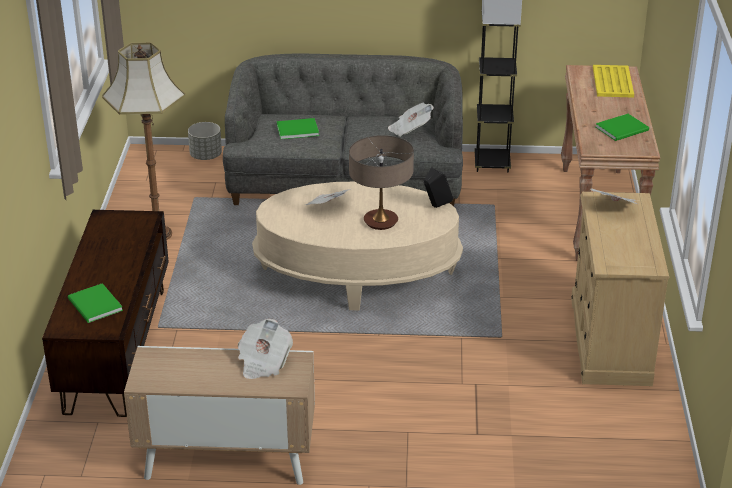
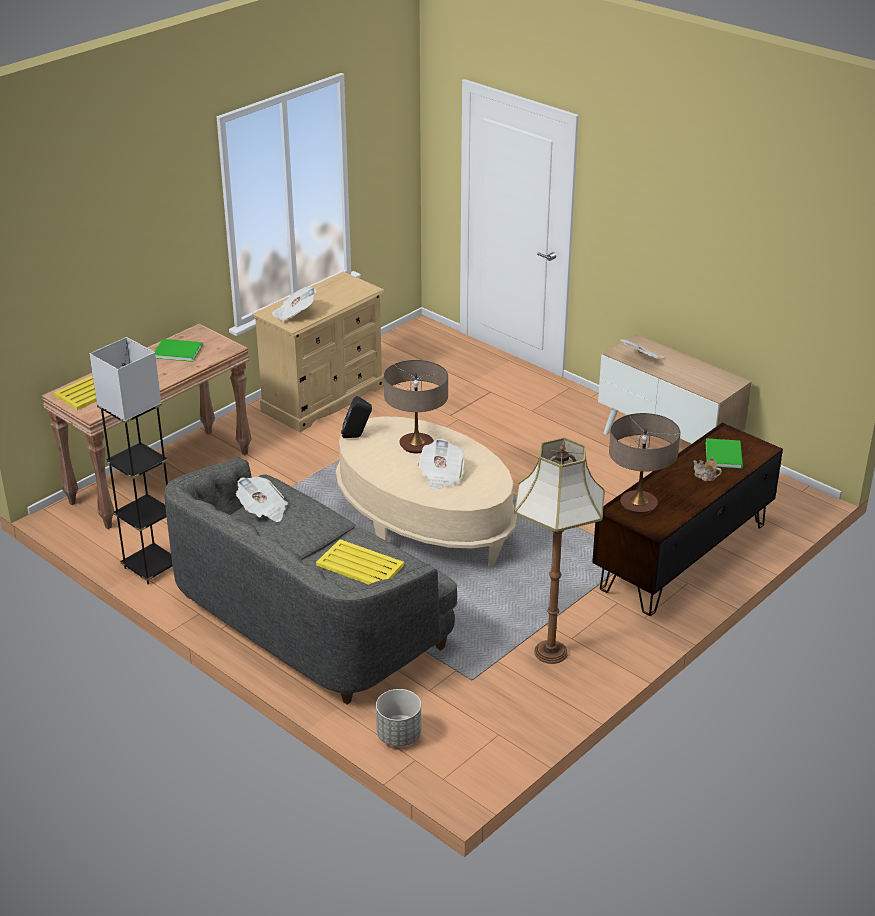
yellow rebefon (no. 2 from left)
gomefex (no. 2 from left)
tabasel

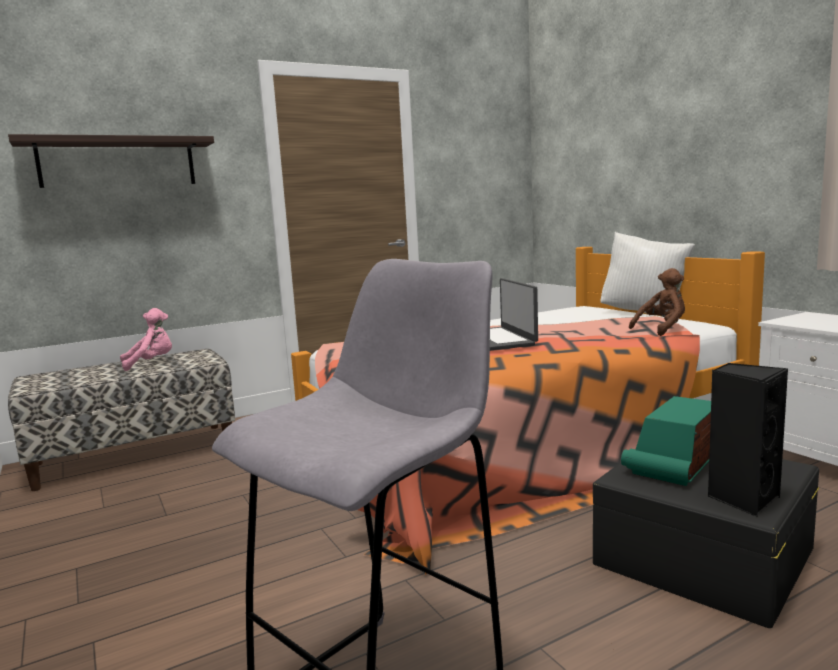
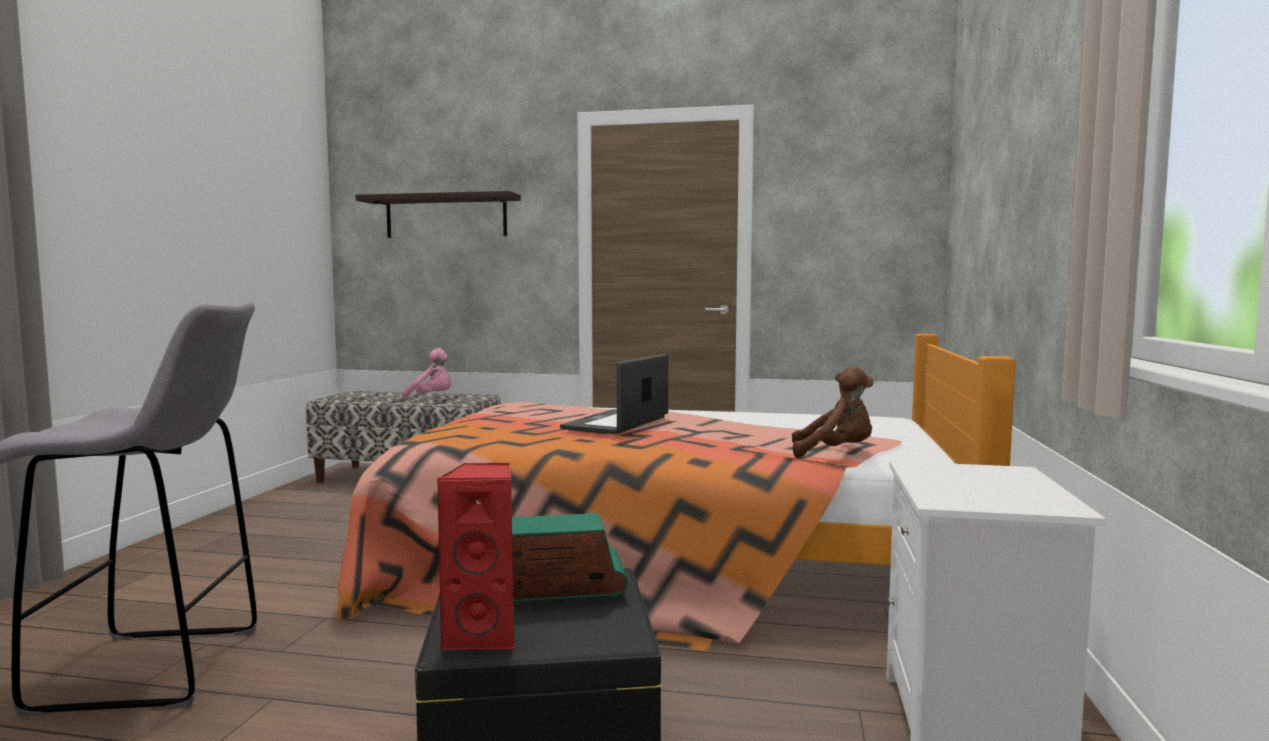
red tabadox
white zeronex

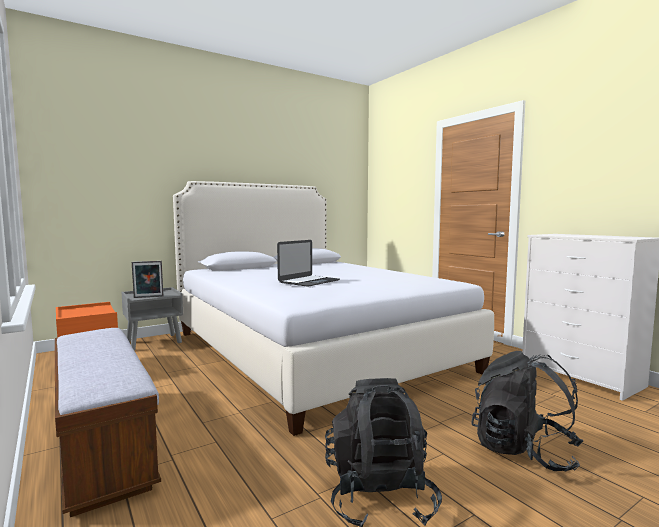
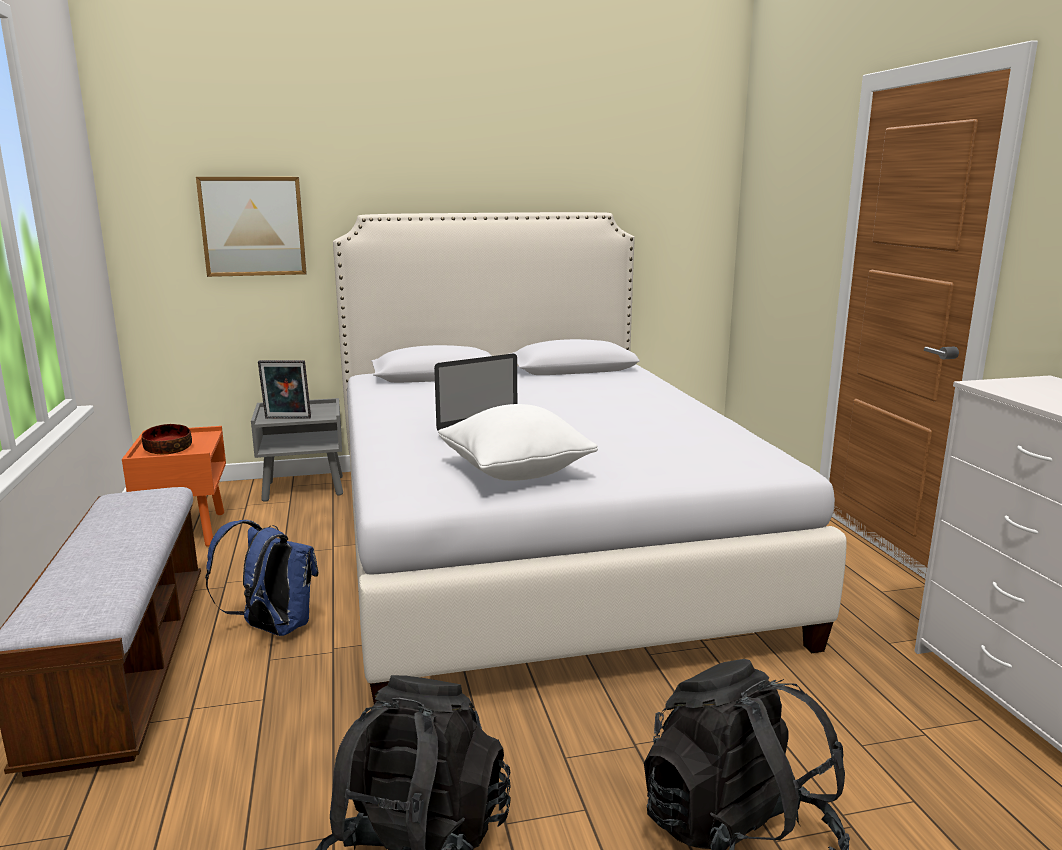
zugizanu
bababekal
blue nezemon
white zeronex

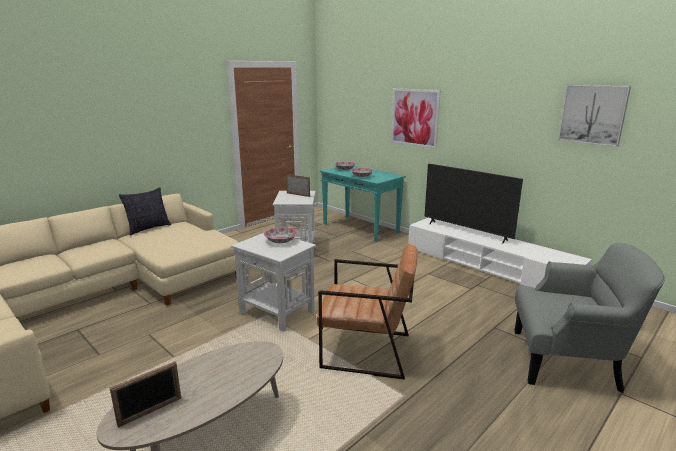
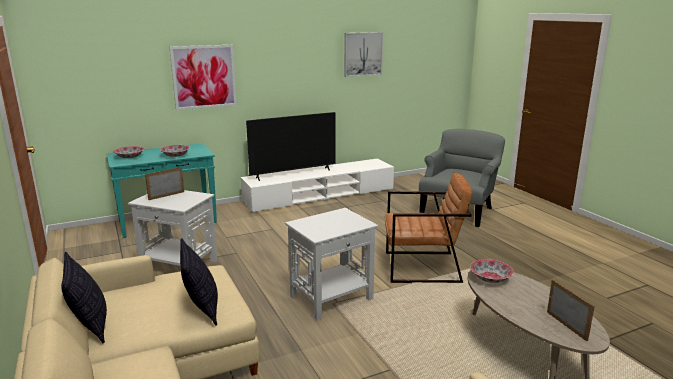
zeronex (no. 2 from left)
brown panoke
zugizanu (no. 3 from left)

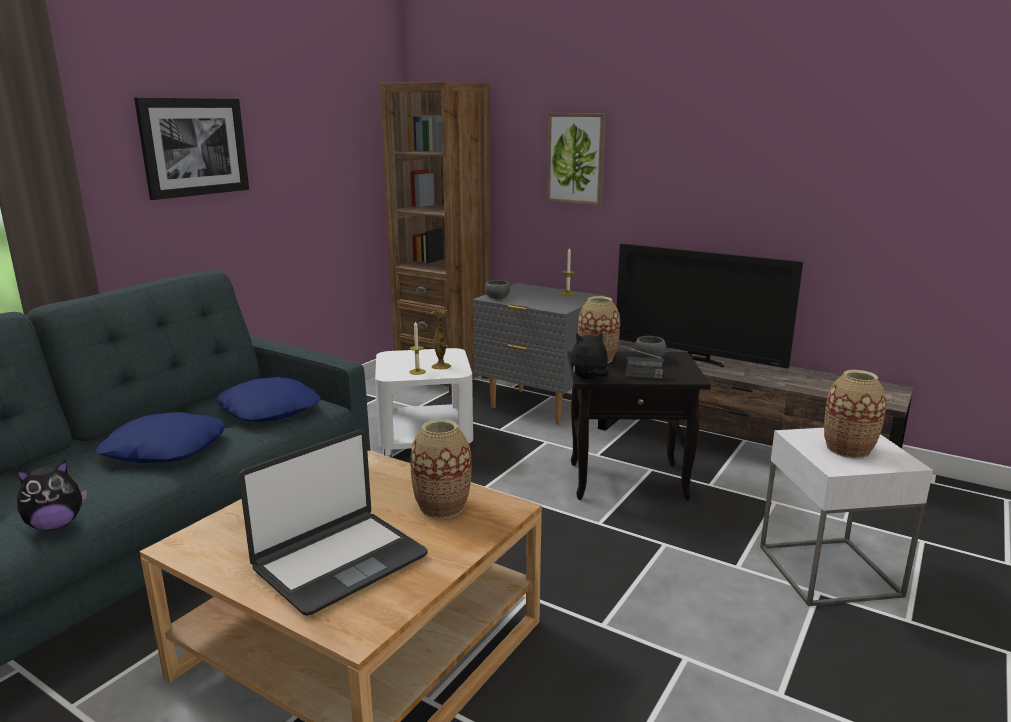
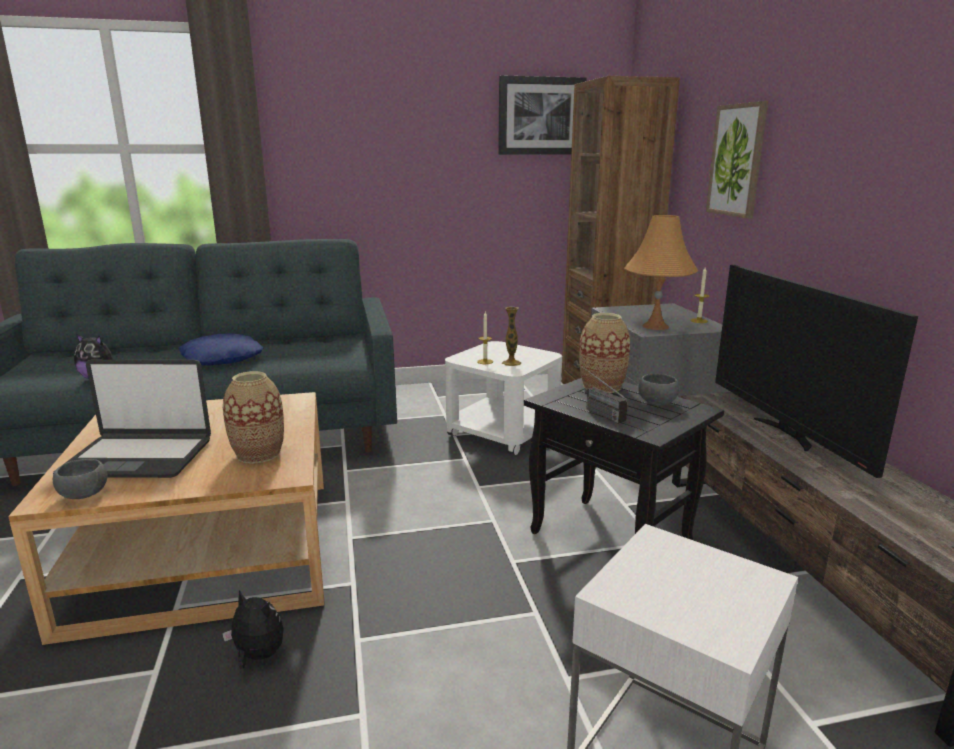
grey zugizanu (no. 1 from left)
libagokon (no. 2 from left)
bababekal (no. 1 from left)
orange gomefex
blue zeronex (no. 2 from left in the first image)
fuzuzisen (no. 4 from left in the first image)

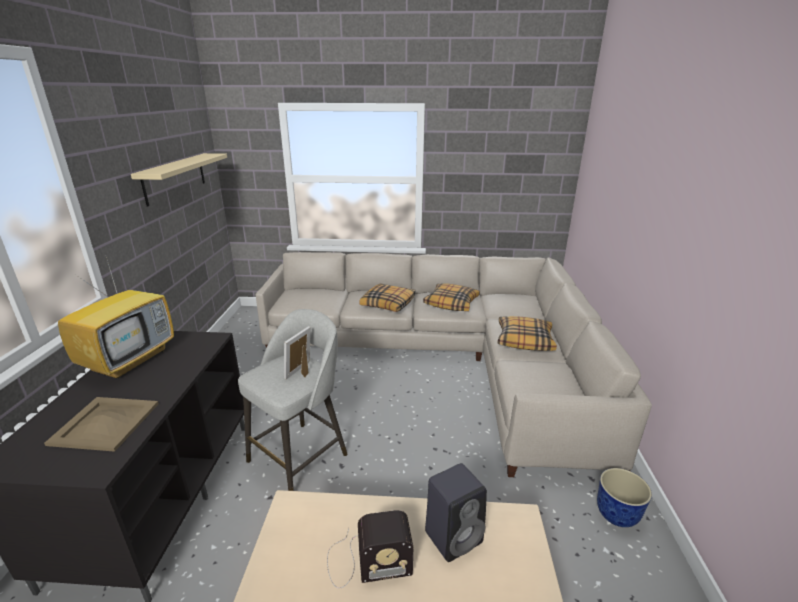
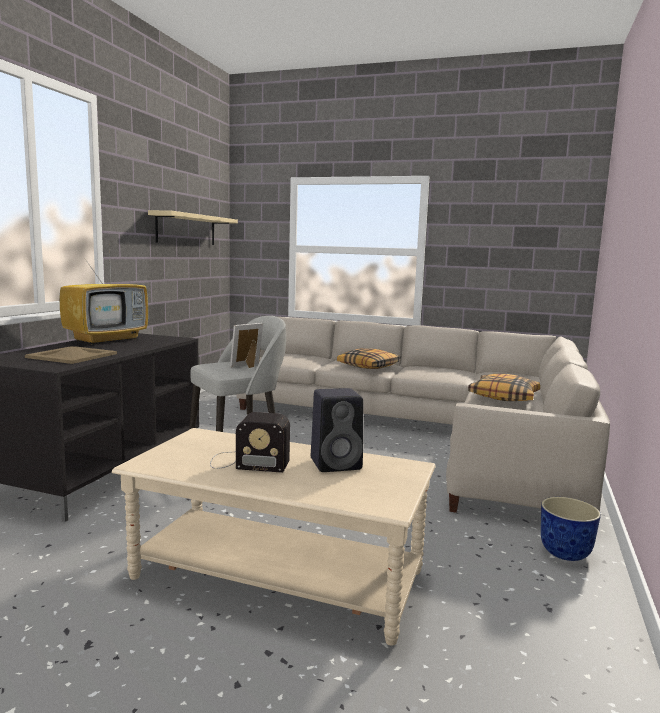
zeronex (no. 2 from left in the first image)

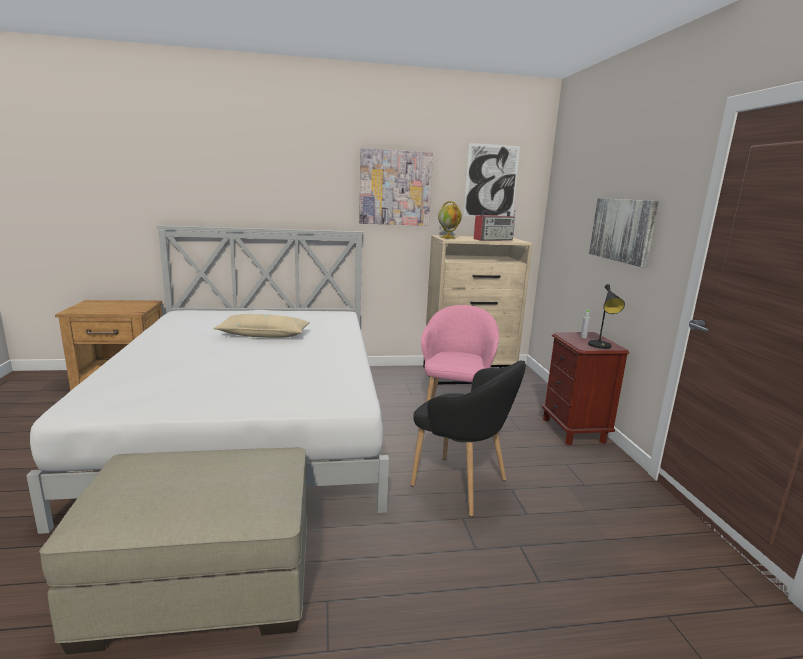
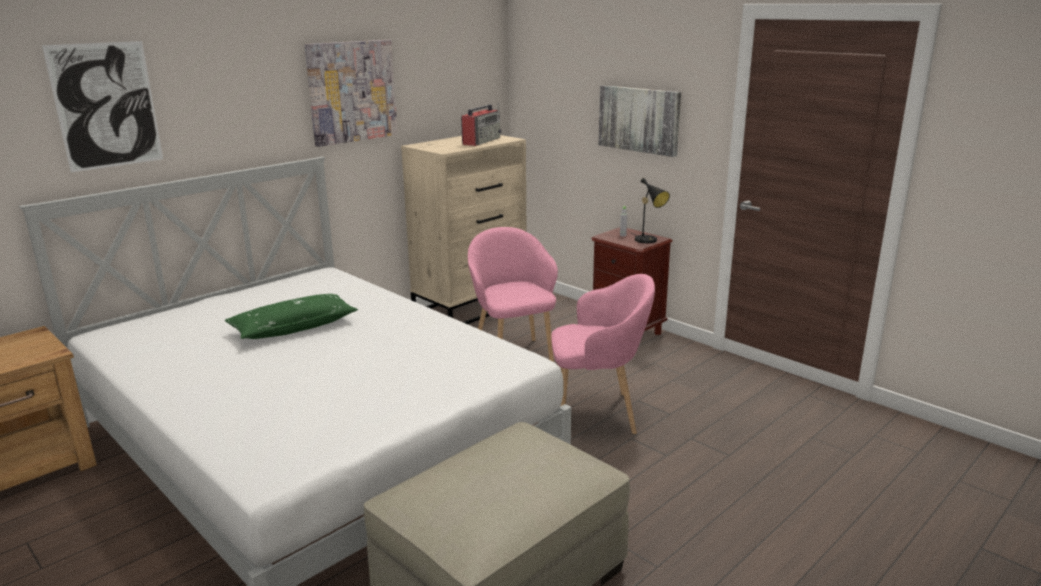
bababekal (no. 1 from left)
green zeronex
pink panoke (no. 2 from left)
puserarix

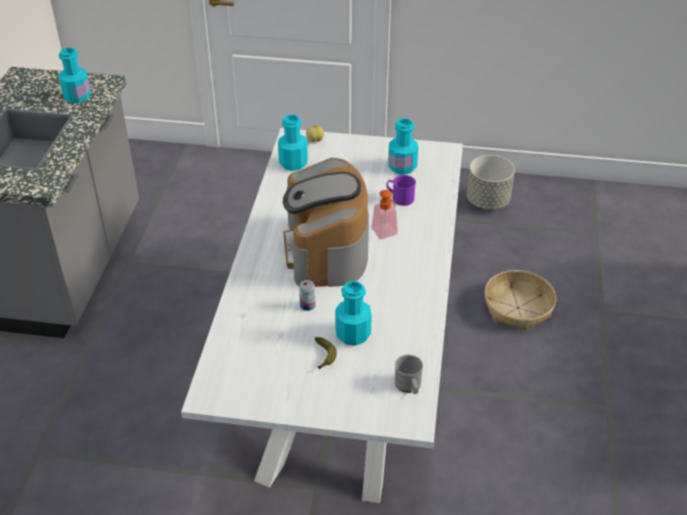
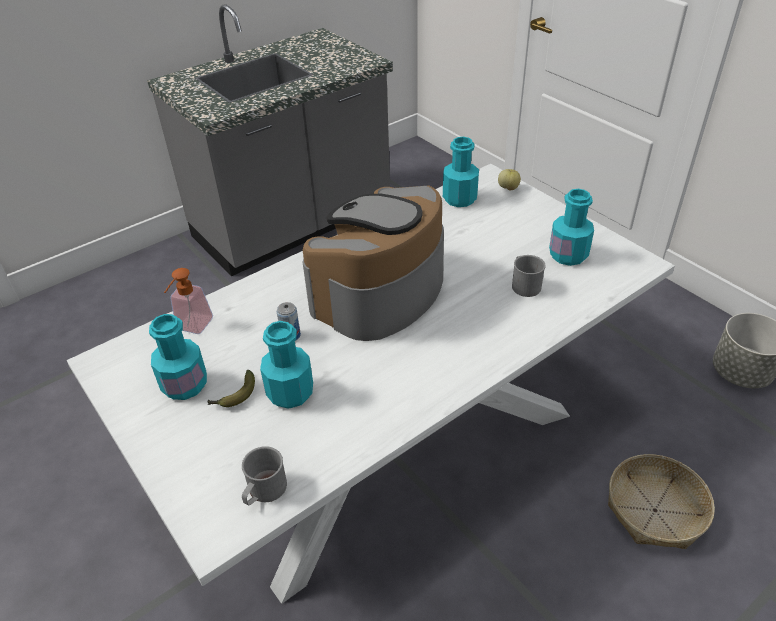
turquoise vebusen (no. 1 from left)
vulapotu
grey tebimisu (no. 2 from left)

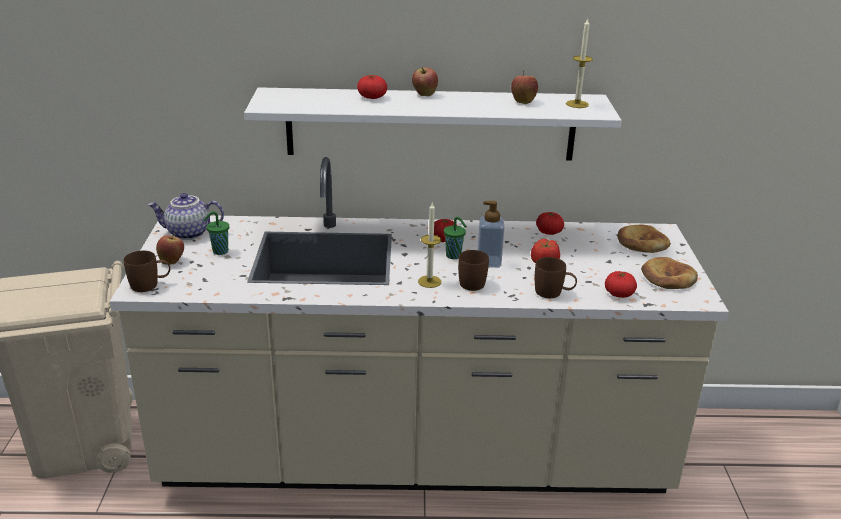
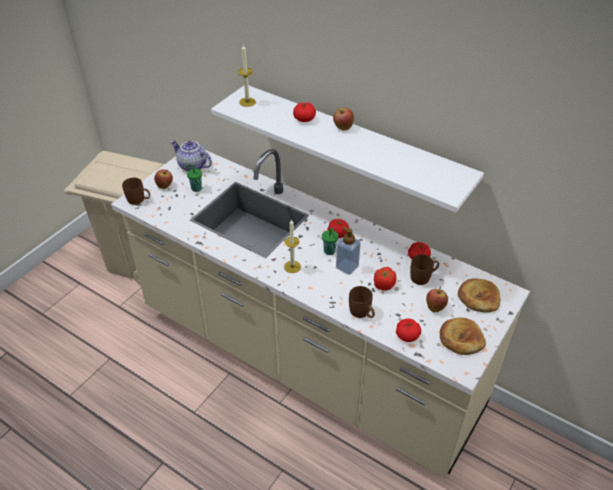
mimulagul (no. 1 from left)
brown tebimisu (no. 3 from left)
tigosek (no. 3 from left)

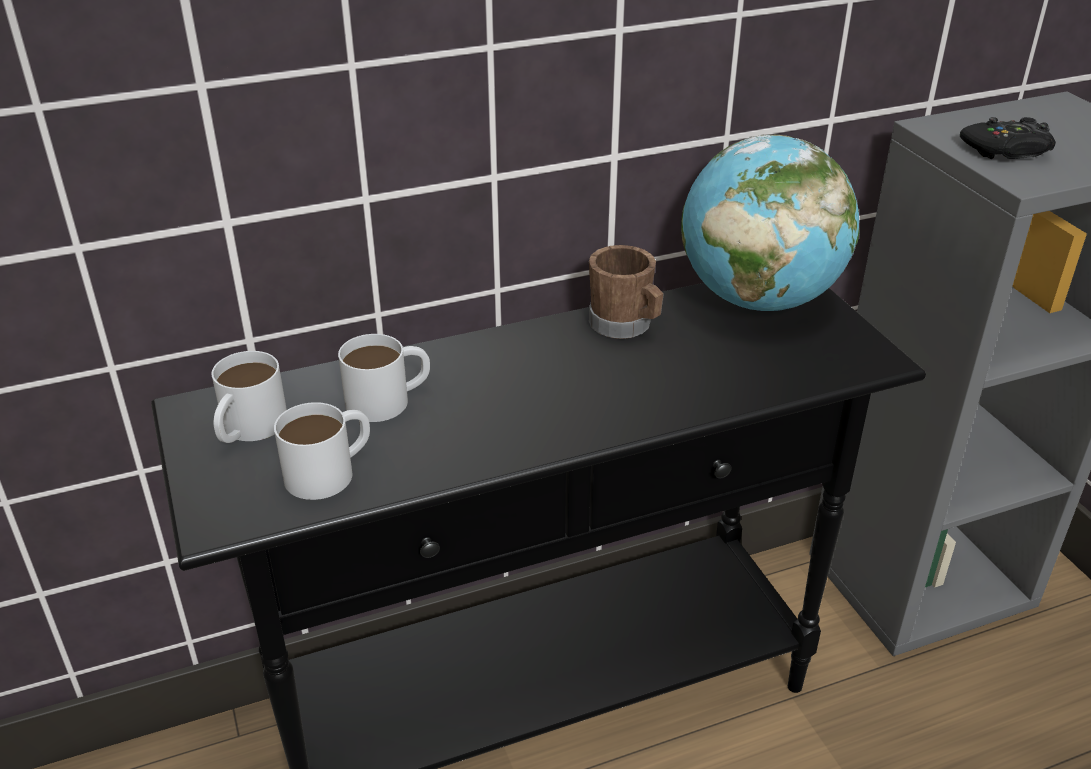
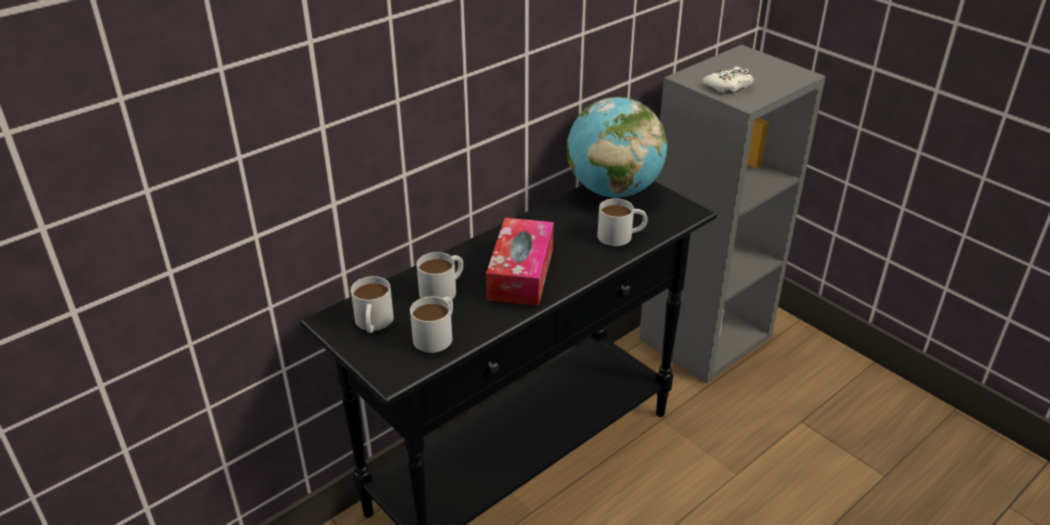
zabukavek
white tebimisu (no. 4 from left)
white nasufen
brown tebimisu

